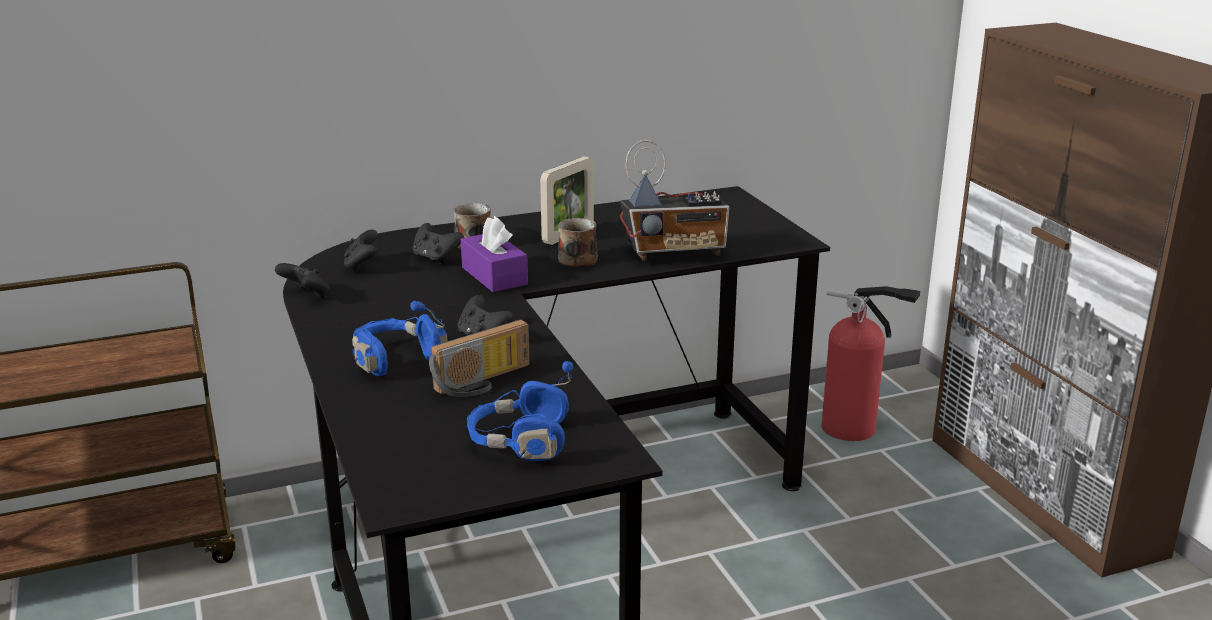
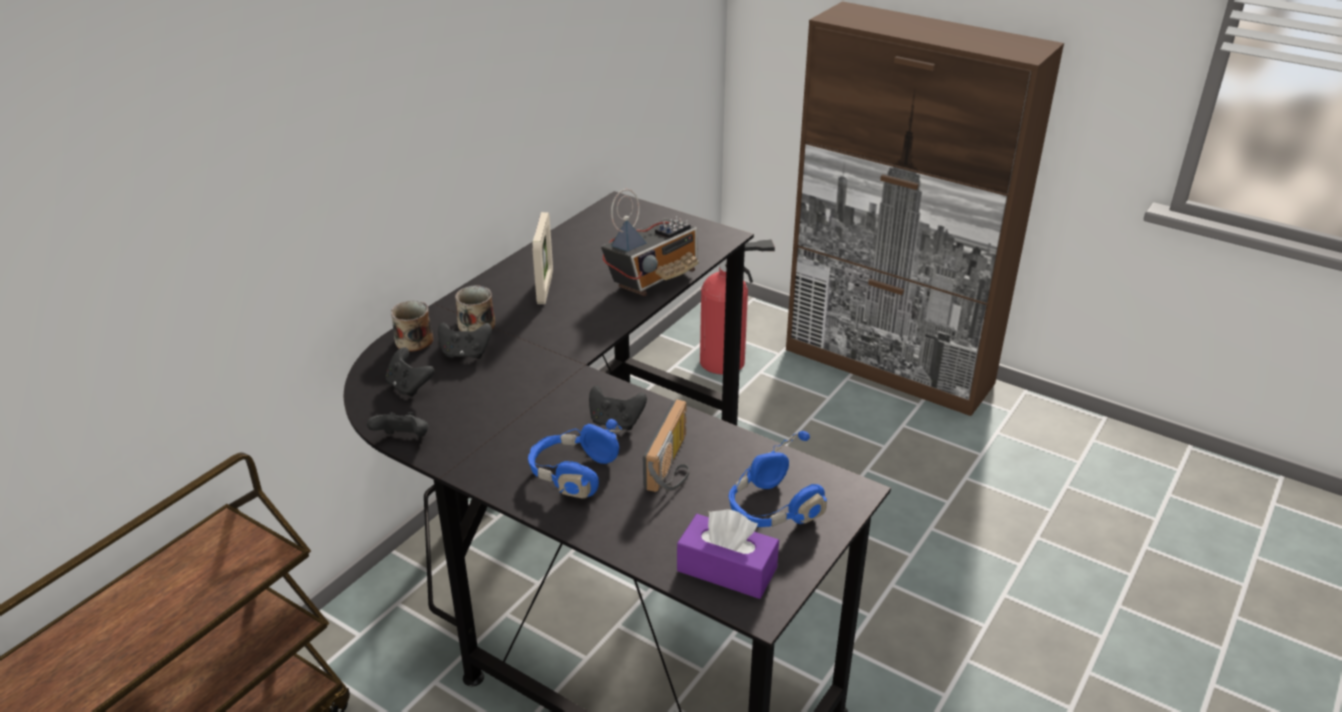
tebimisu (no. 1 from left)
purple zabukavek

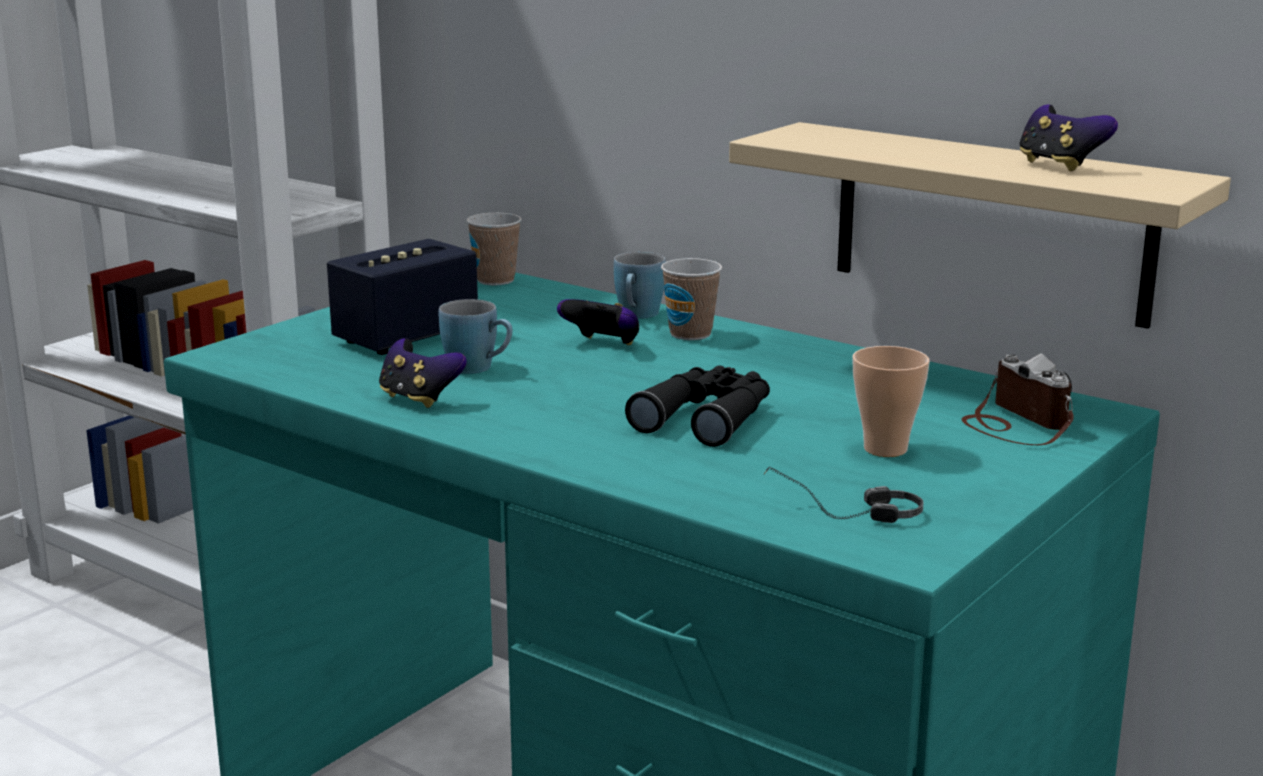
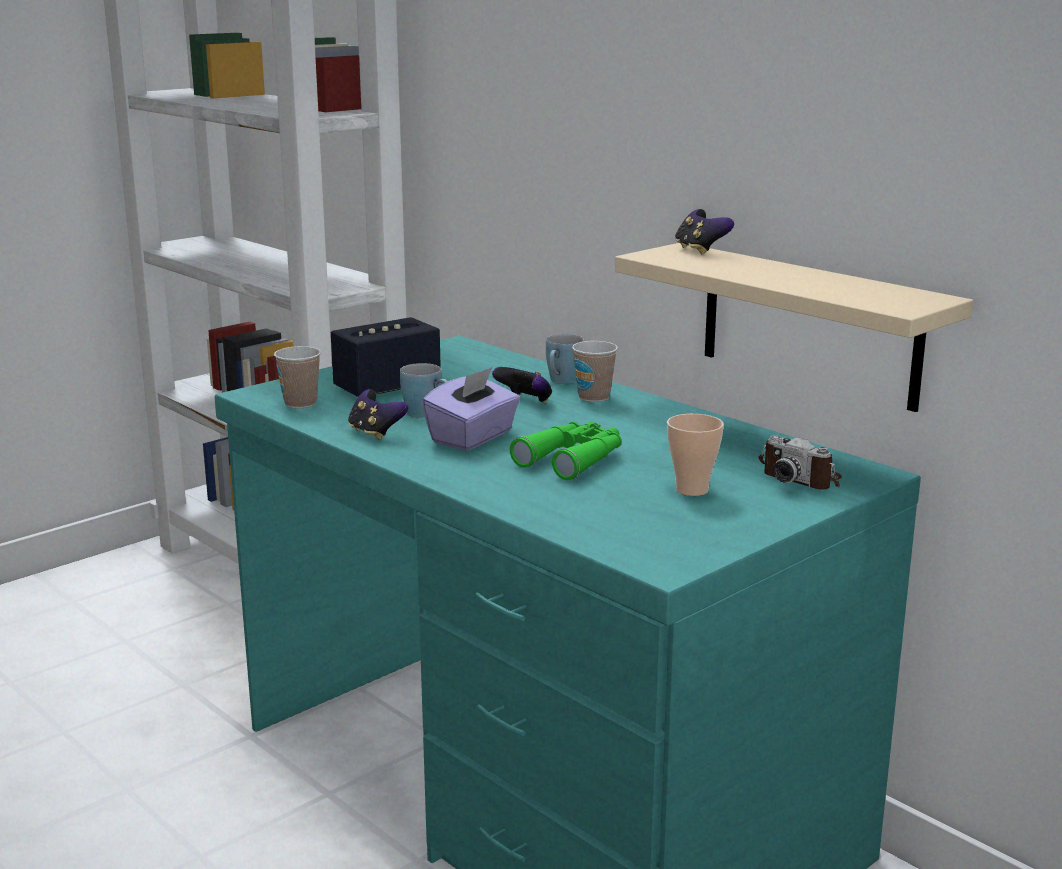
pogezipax (no. 1 from left)
purple zabukavek
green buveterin
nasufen (no. 3 from left)
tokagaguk
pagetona

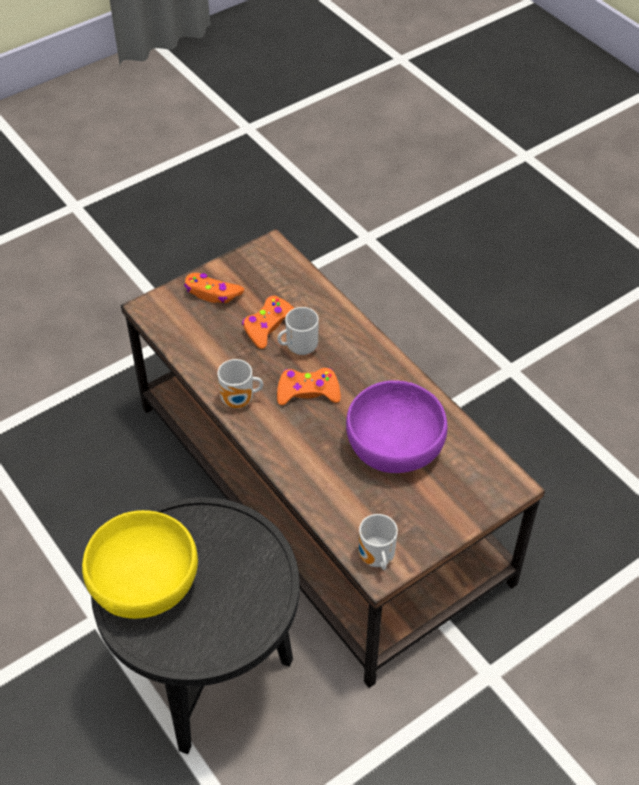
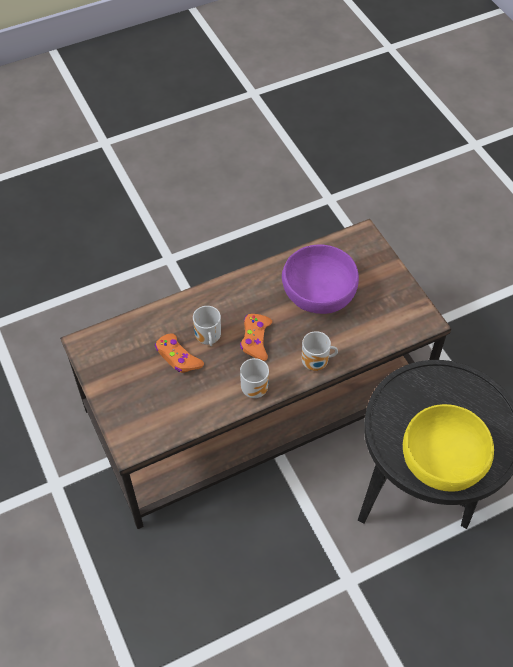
tebimisu (no. 3 from left)
orange nasufen (no. 1 from left in the first image)

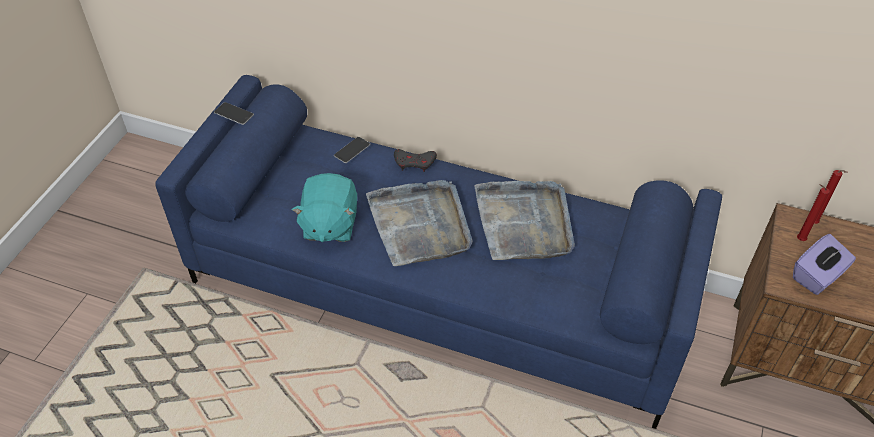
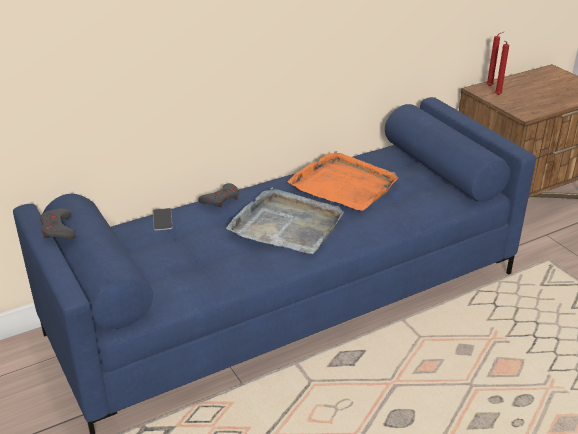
grey nasufen (no. 1 from left)
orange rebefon
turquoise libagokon
purple zabukavek

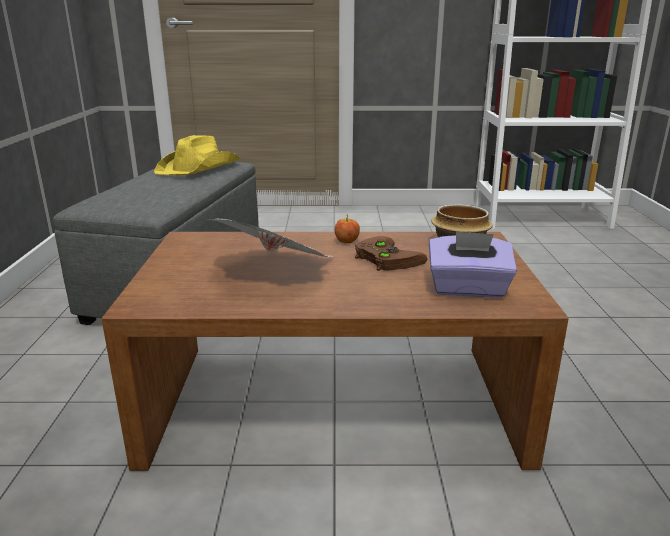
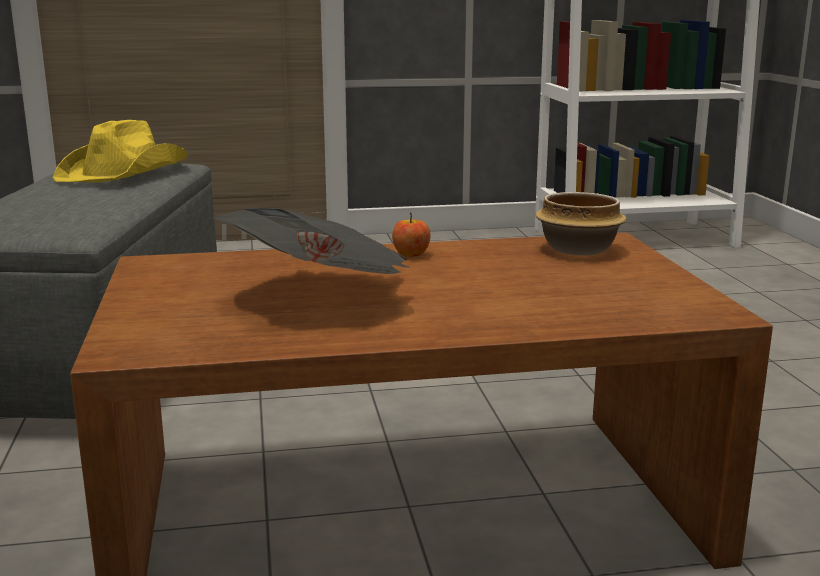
brown nasufen
purple zabukavek

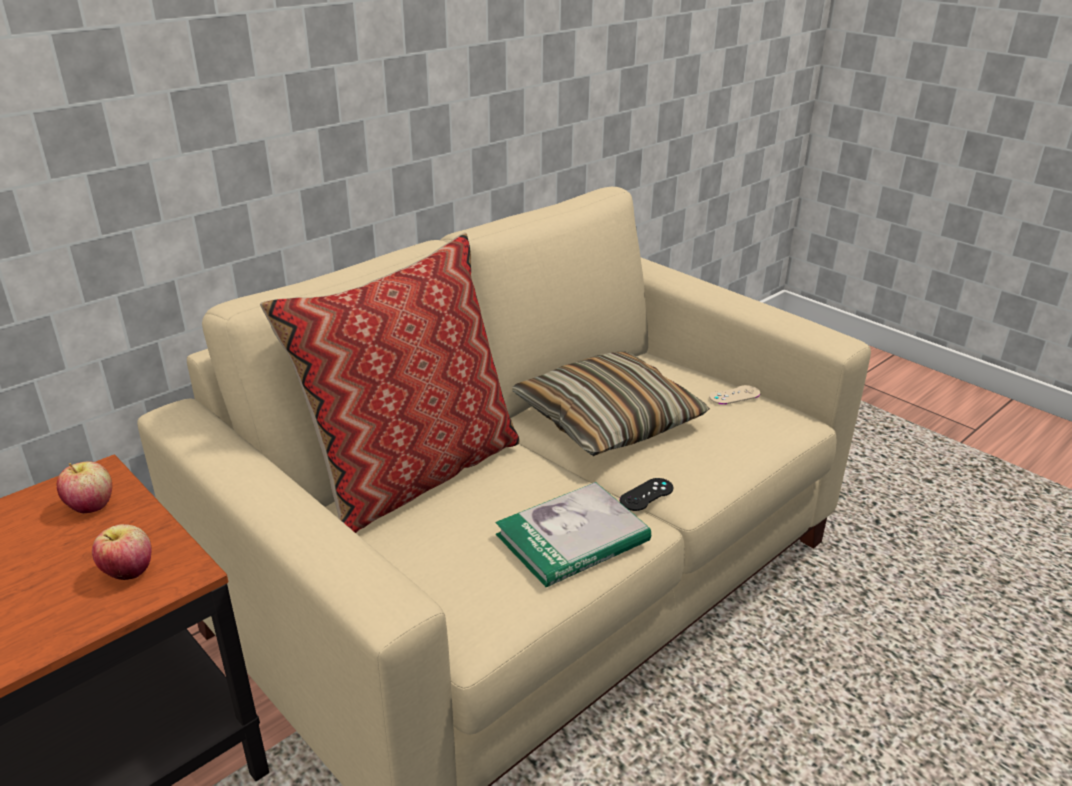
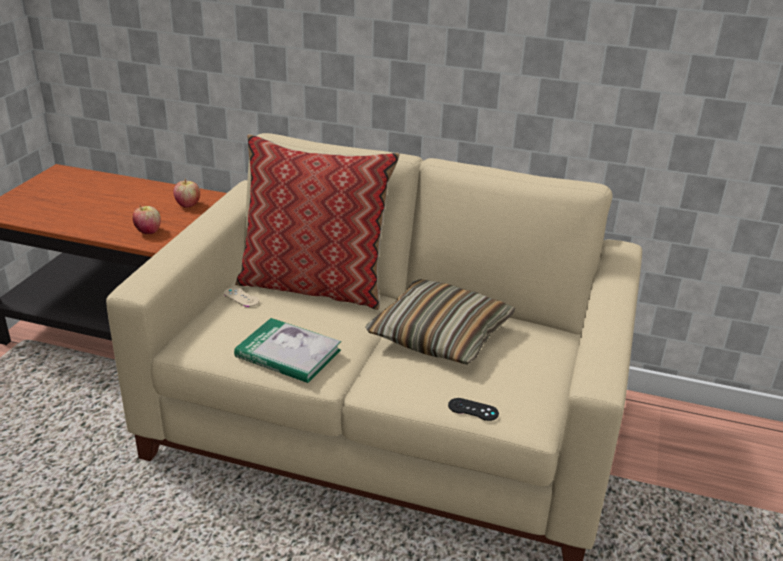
beige nasufen
black nasufen

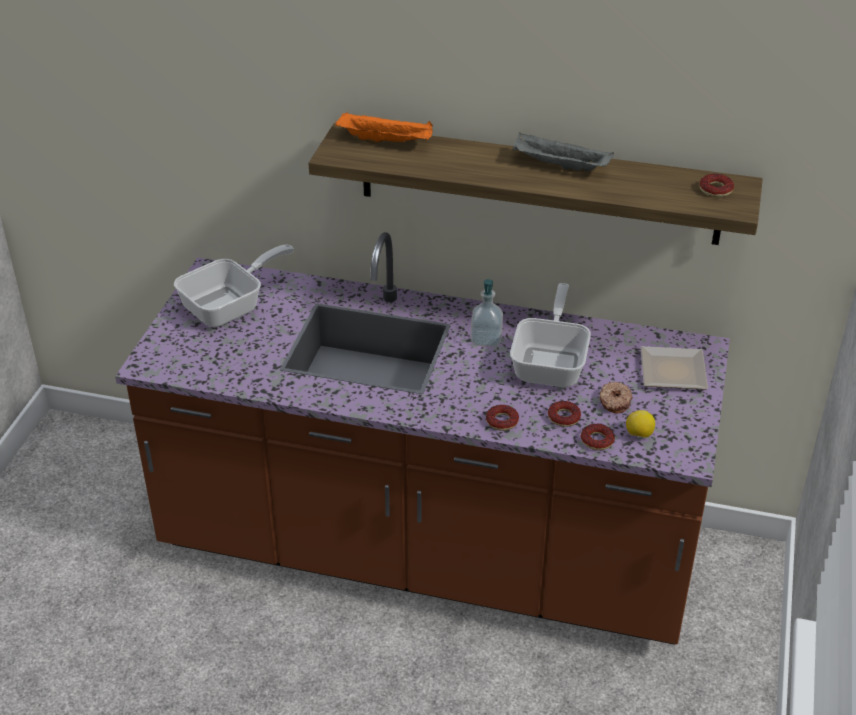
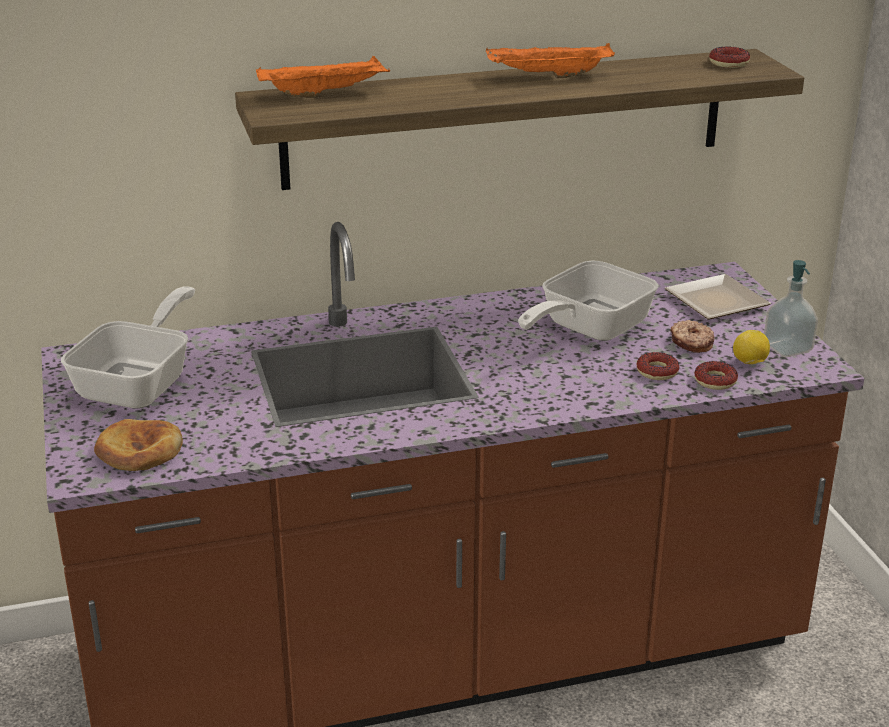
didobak
orange rebefon (no. 2 from left)
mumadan (no. 2 from left)
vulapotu
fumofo (no. 1 from left in the first image)

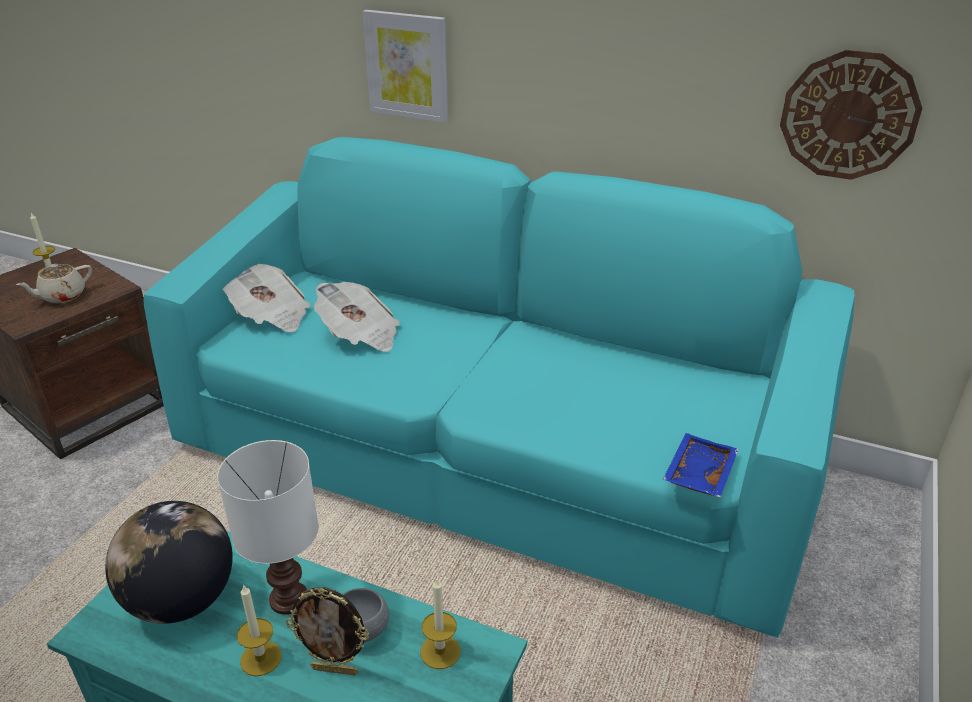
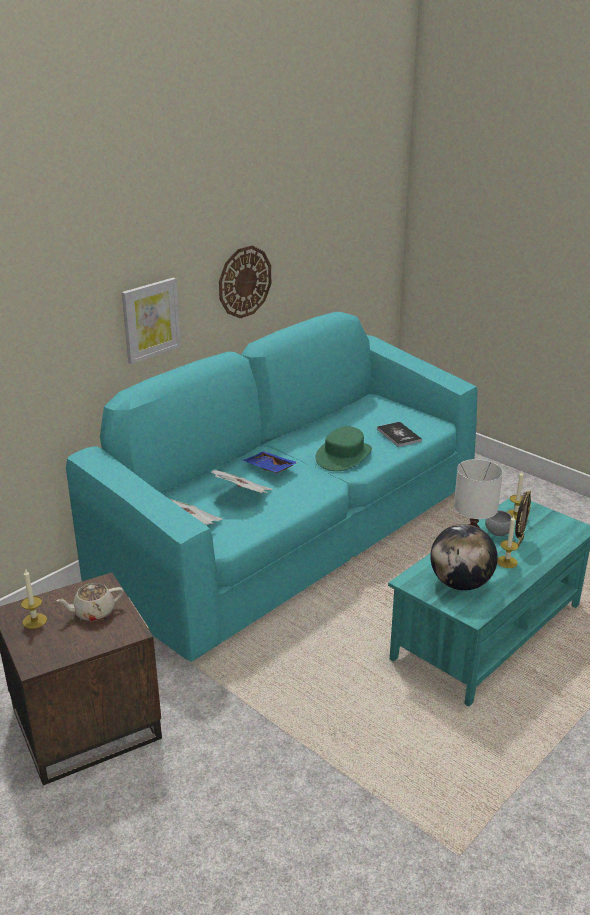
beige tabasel
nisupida
blue rebefon
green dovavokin
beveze

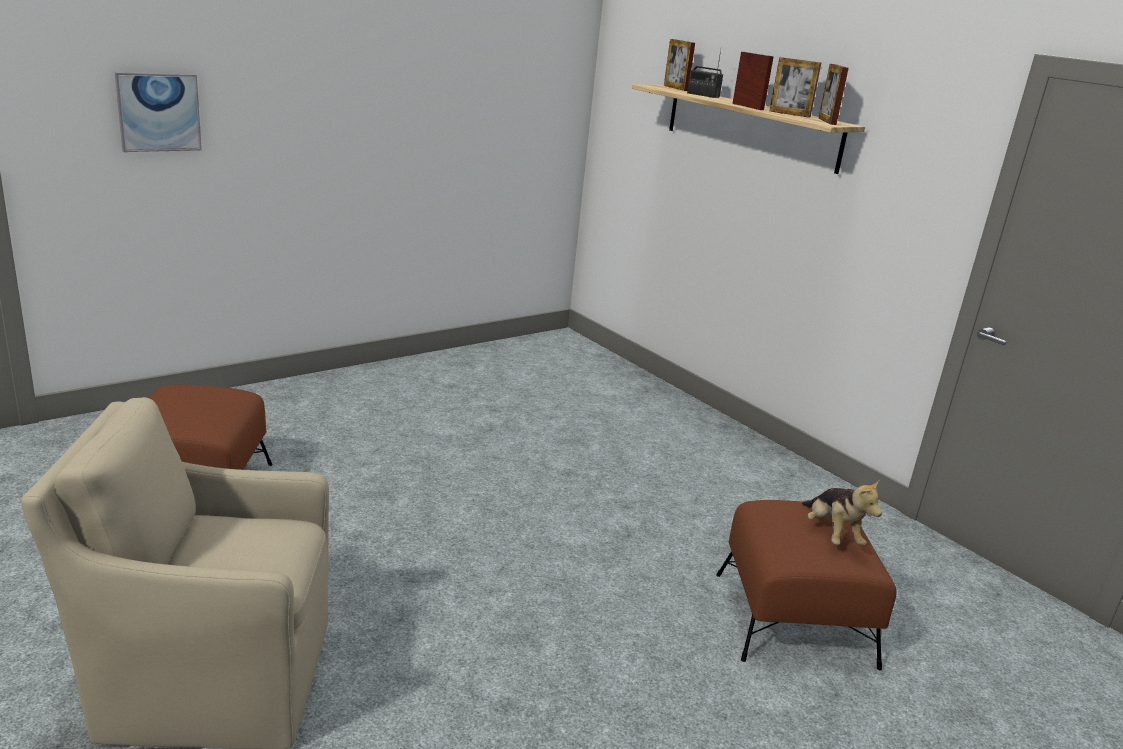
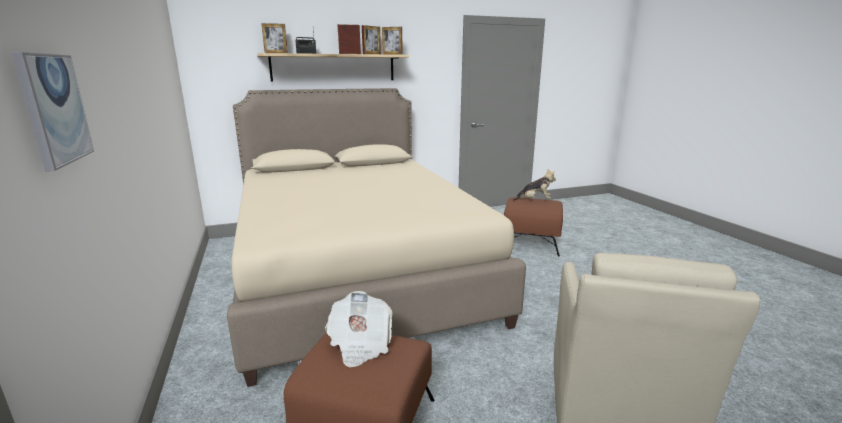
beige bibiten
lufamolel

